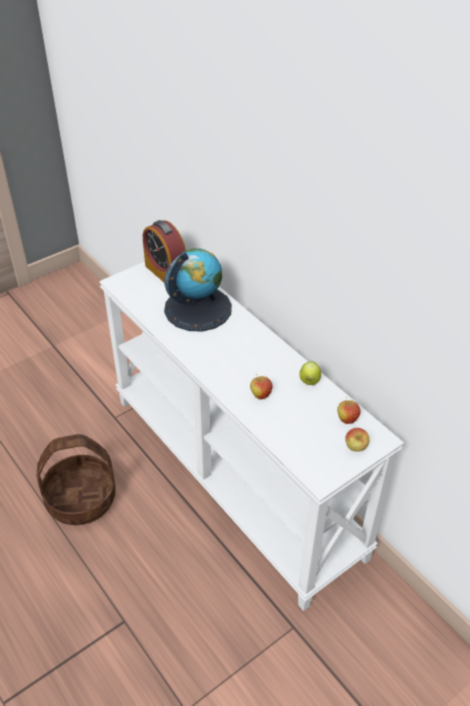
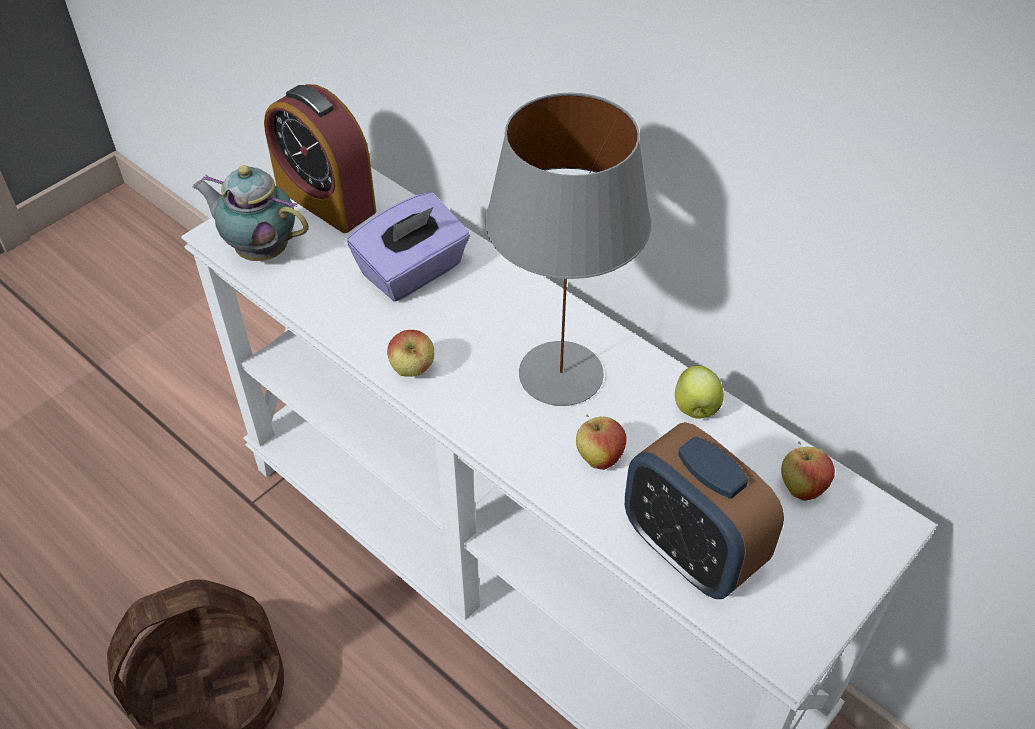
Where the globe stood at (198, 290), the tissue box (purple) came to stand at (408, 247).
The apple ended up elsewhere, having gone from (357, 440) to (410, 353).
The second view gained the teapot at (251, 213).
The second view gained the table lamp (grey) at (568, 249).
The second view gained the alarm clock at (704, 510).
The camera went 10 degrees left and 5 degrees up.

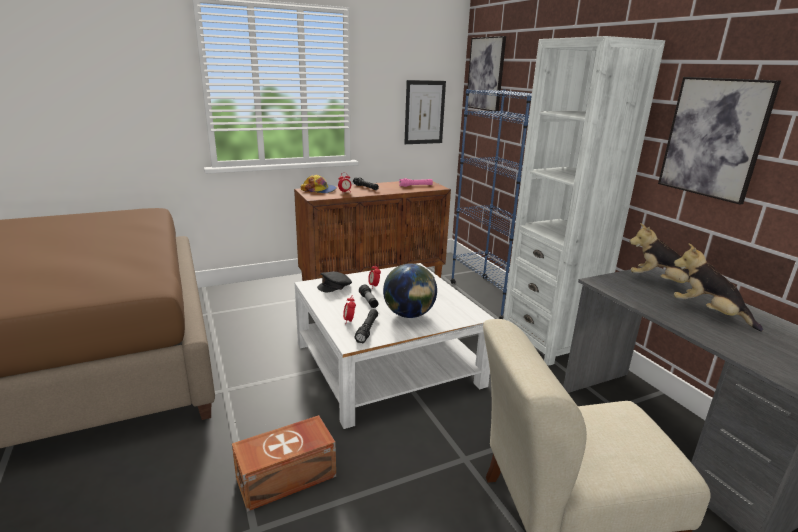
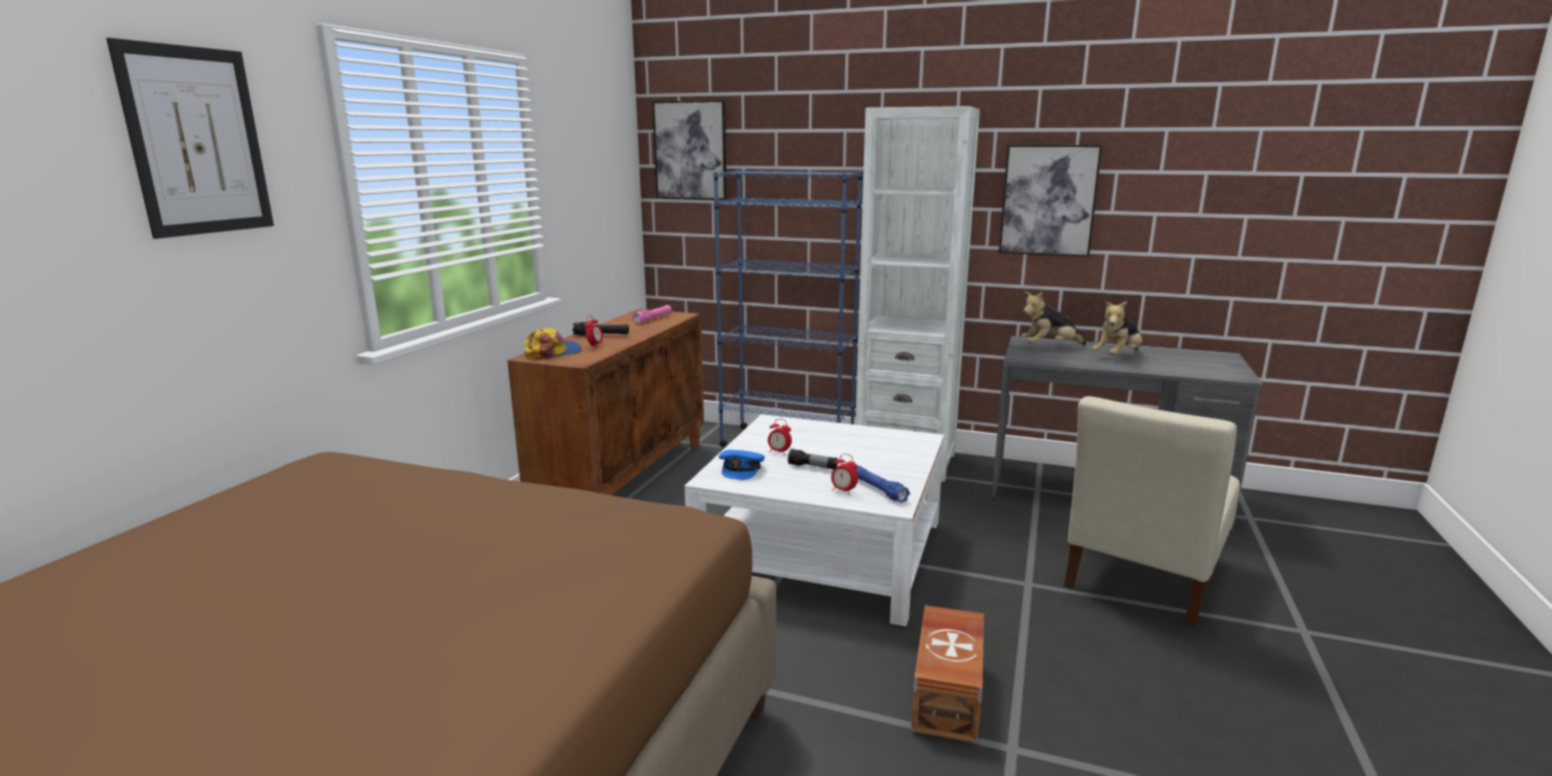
What was the cap (black) at (334, 282) turned into the cap (blue) at (742, 465).
What was the flashlight (black) at (366, 326) turned into the flashlight (blue) at (882, 484).
The second view lost the globe at (410, 291).
The picture ended up elsewhere, having gone from (425, 112) to (190, 138).
The plush toy at (718, 287) ended up facing another way, 45 degrees counterclockwise from before.
The camera went 45 degrees left and 5 degrees down.

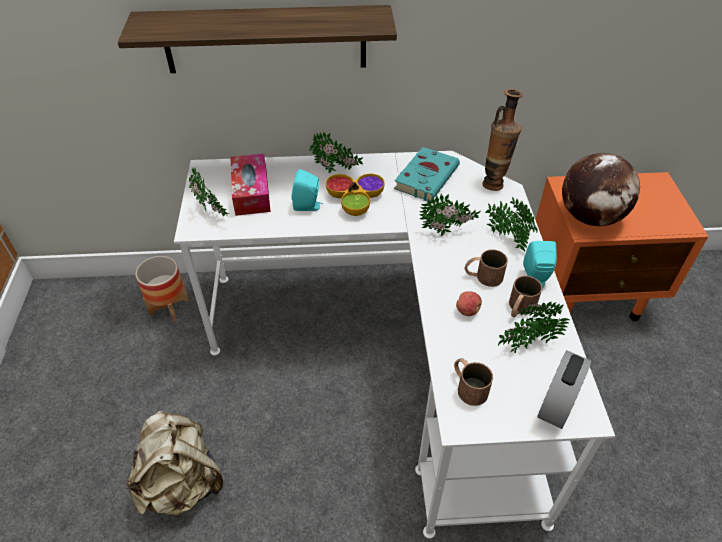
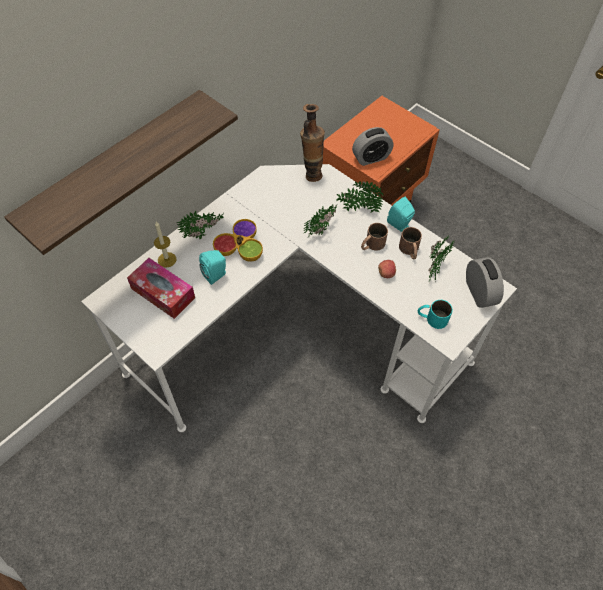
The second view lost the backpack (beige) at (174, 463).
The second view lost the planter at (162, 288).
The second view lost the potted plant at (209, 191).
The second view lost the book (turquoise) at (427, 174).
What was the mug (brown) at (473, 382) turned into the mug (turquoise) at (435, 314).
Where the globe stood at (601, 189), the alarm clock came to stand at (372, 146).
The second view gained the candle at (165, 245).
The camera went 45 degrees left and 10 degrees up.

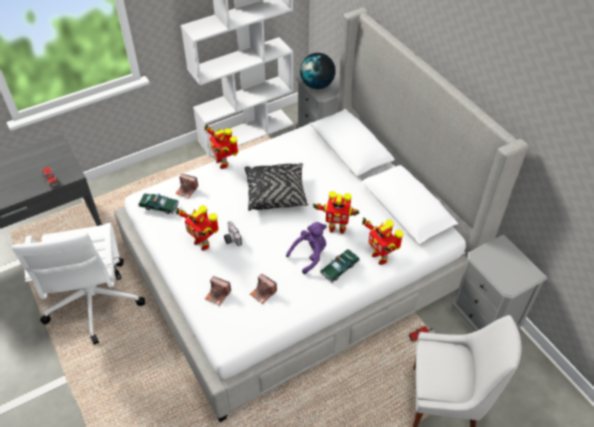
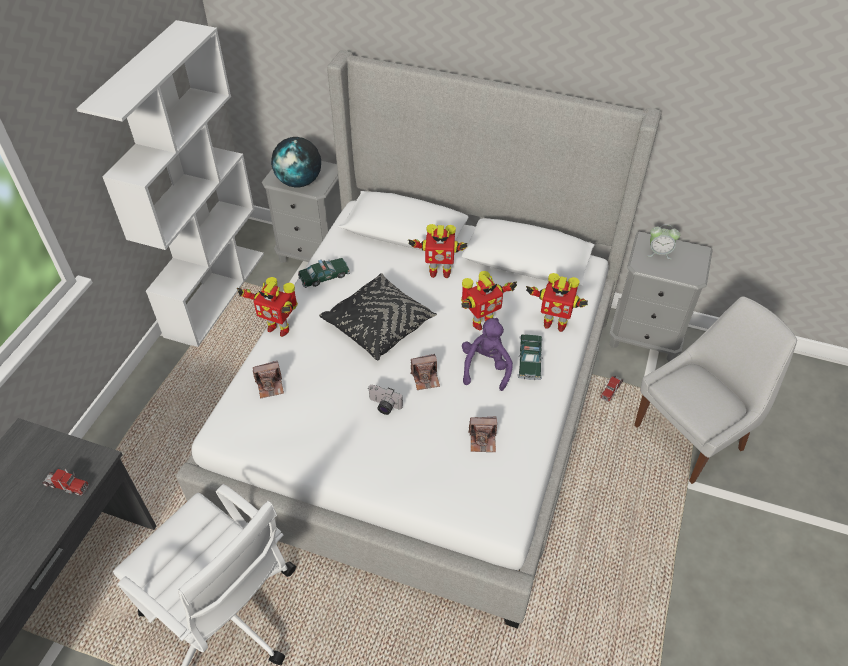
The toy car ended up elsewhere, having gone from (158, 203) to (324, 273).
The toy robot ended up elsewhere, having gone from (197, 228) to (437, 251).
The photo camera ended up elsewhere, having gone from (218, 291) to (425, 372).
The second view gained the alarm clock at (663, 241).
The camera went 40 degrees left and 0 degrees up.

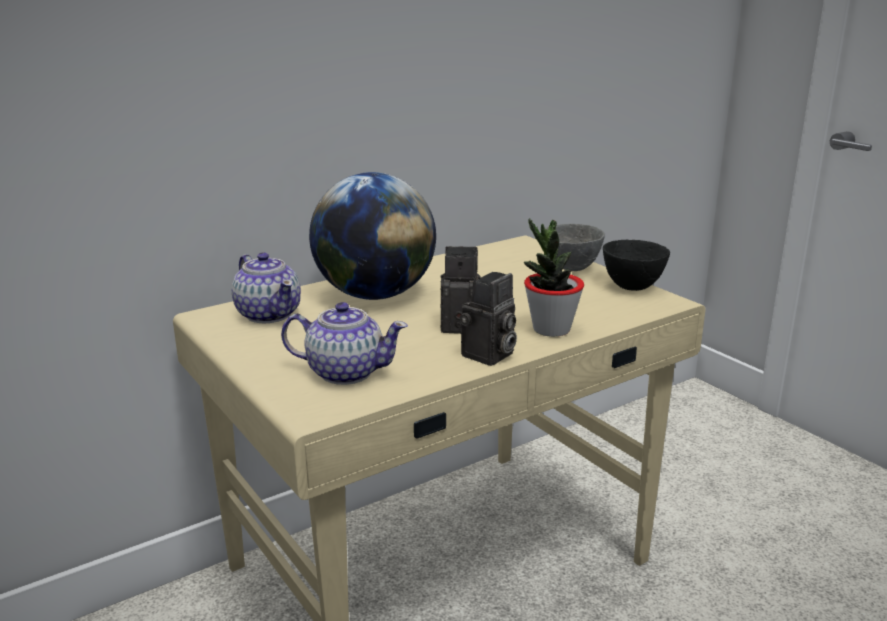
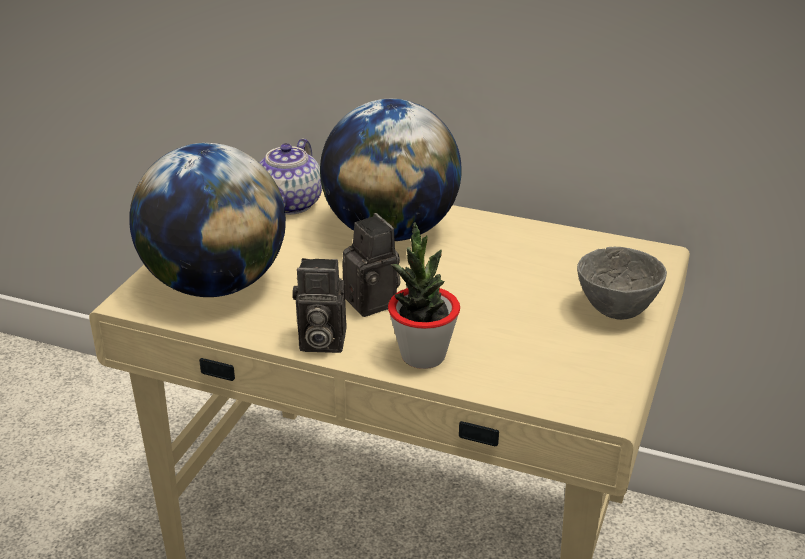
Where the teapot stood at (344, 343), the globe came to stand at (207, 220).
The second view lost the bowl (black) at (636, 265).
The camera went 55 degrees right and 10 degrees up.

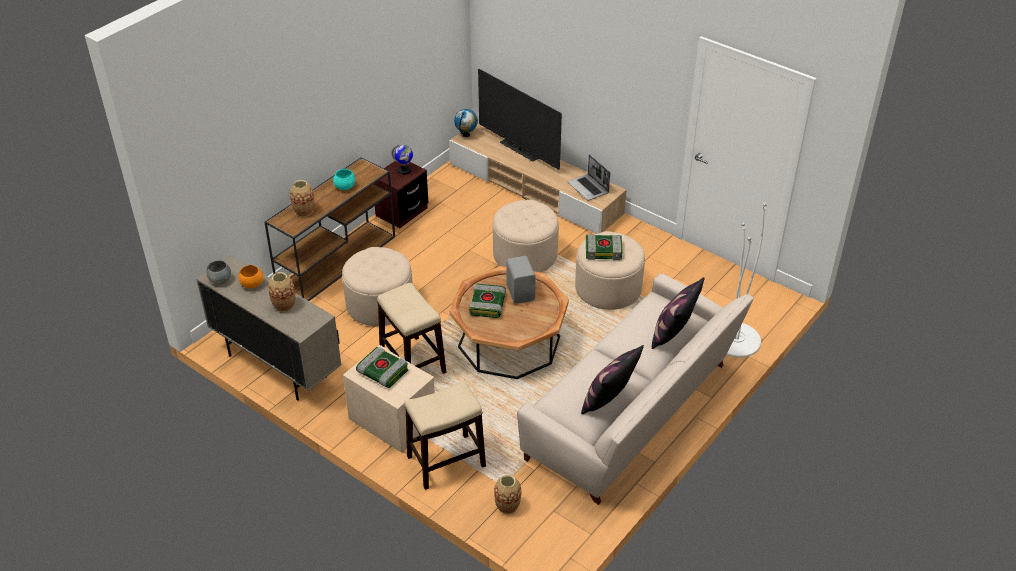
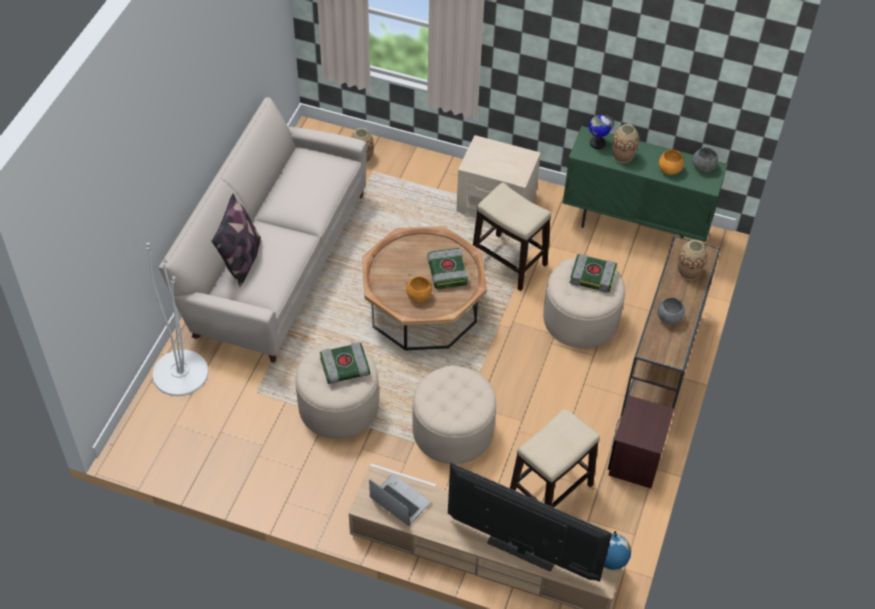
What was the cabinet (beige) at (269, 328) turned into the cabinet (green) at (645, 184).
What was the bowl (turquoise) at (344, 179) turned into the bowl (grey) at (671, 311).
The book ended up elsewhere, having gone from (382, 367) to (593, 273).
The globe ended up elsewhere, having gone from (402, 159) to (601, 132).
The stool ended up elsewhere, having gone from (445, 435) to (555, 458).
Where the speaker (grey) stood at (521, 280), the bowl (orange) came to stand at (419, 289).
The second view lost the pillow at (612, 379).
The camera went 160 degrees right and 10 degrees up.

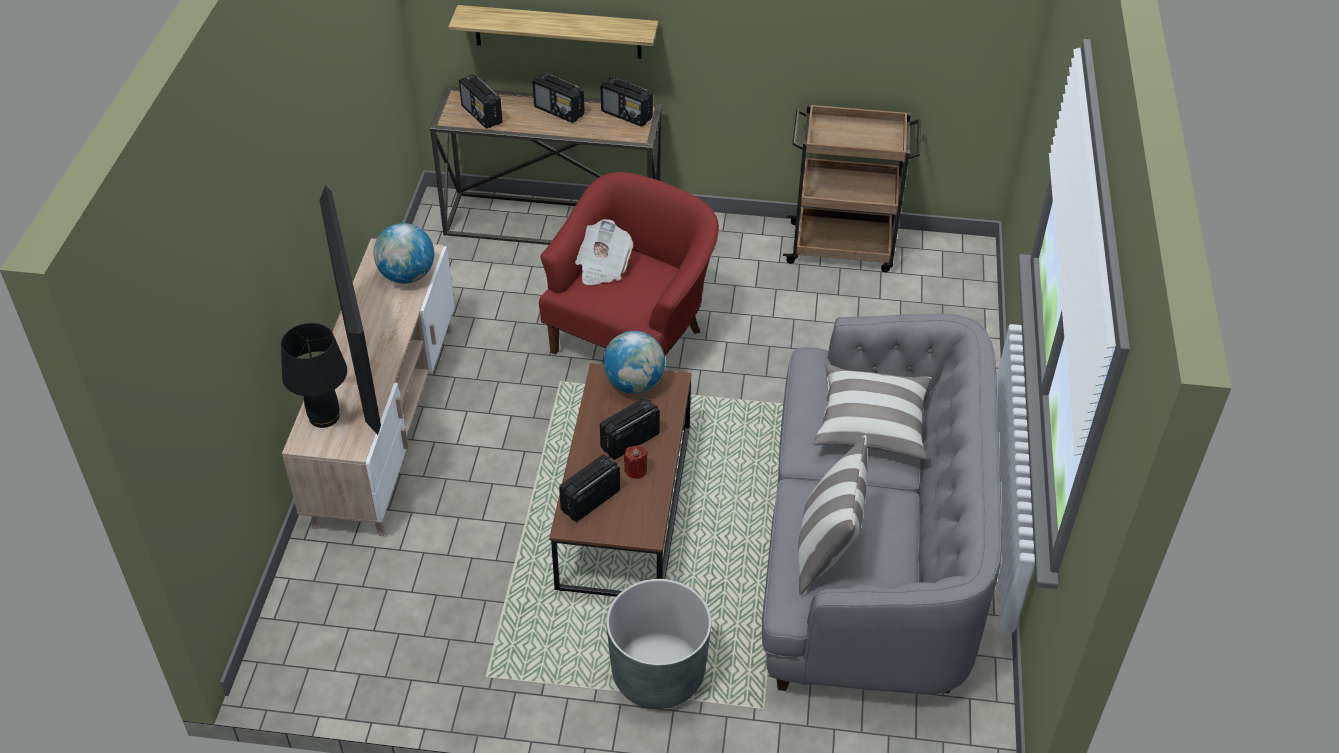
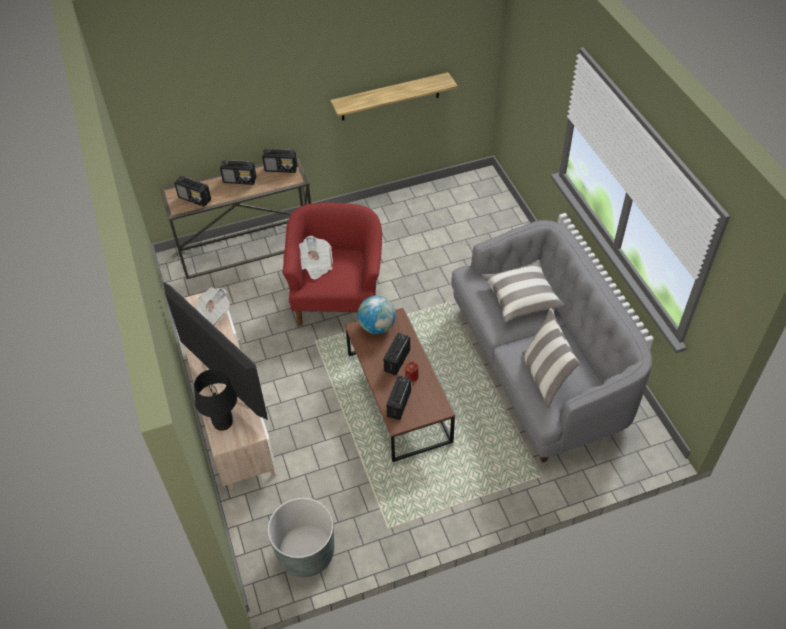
Where the globe stood at (403, 253), the newspaper came to stand at (212, 306).
The shelf ended up elsewhere, having gone from (553, 32) to (394, 96).
The planter (grey) ended up elsewhere, having gone from (658, 644) to (301, 537).
The second view lost the cart (brown) at (852, 188).
The camera went 25 degrees left and 5 degrees up.

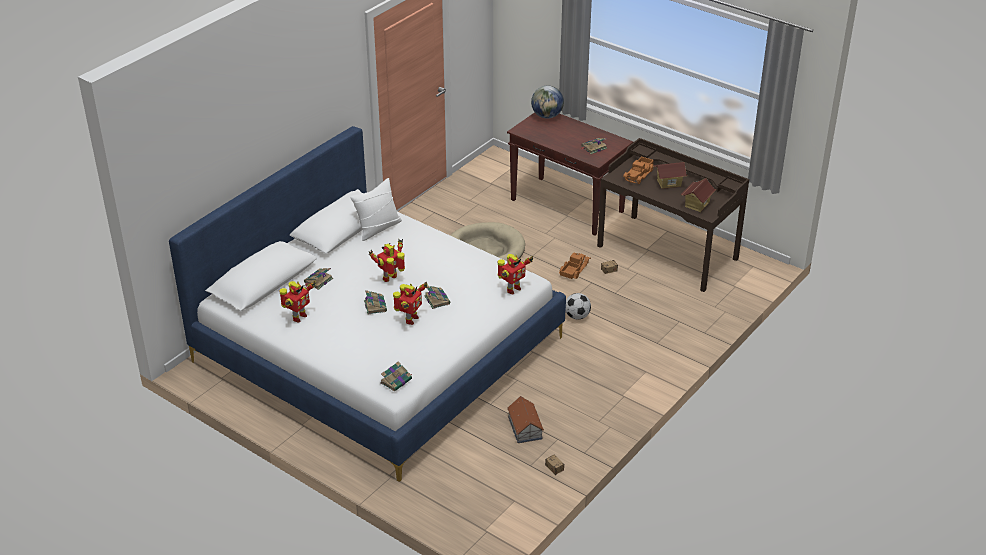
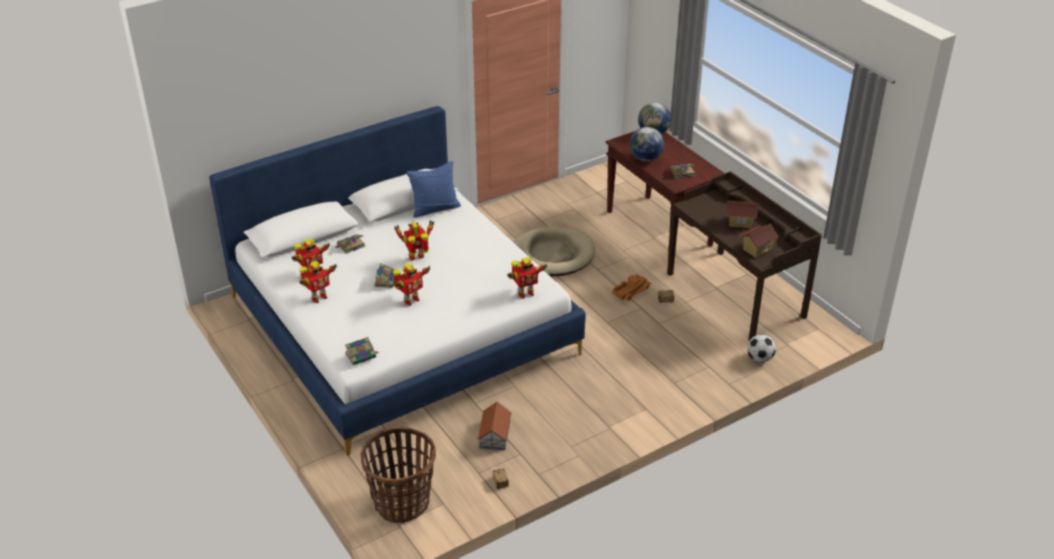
What was the pillow (white) at (376, 209) turned into the pillow (blue) at (433, 189).
The second view lost the book at (437, 297).
The football ended up elsewhere, having gone from (578, 306) to (761, 348).
The second view lost the toy truck at (638, 170).
The second view gained the toy robot at (318, 282).
The second view gained the basket at (398, 475).
The second view gained the globe at (647, 144).
The camera went 20 degrees right and 0 degrees up.

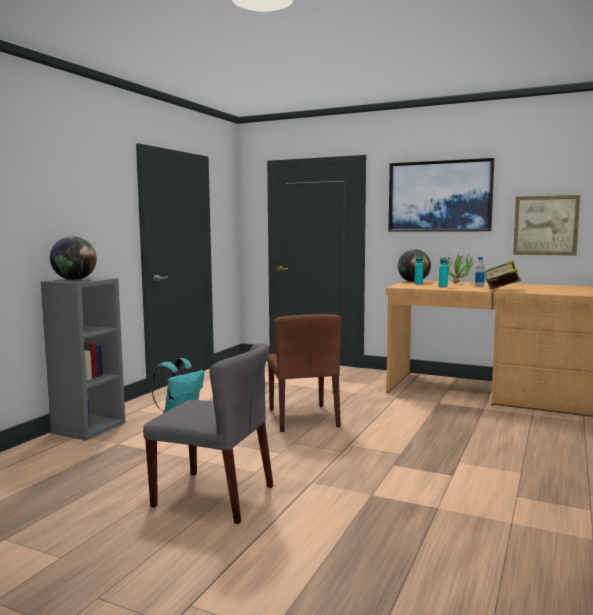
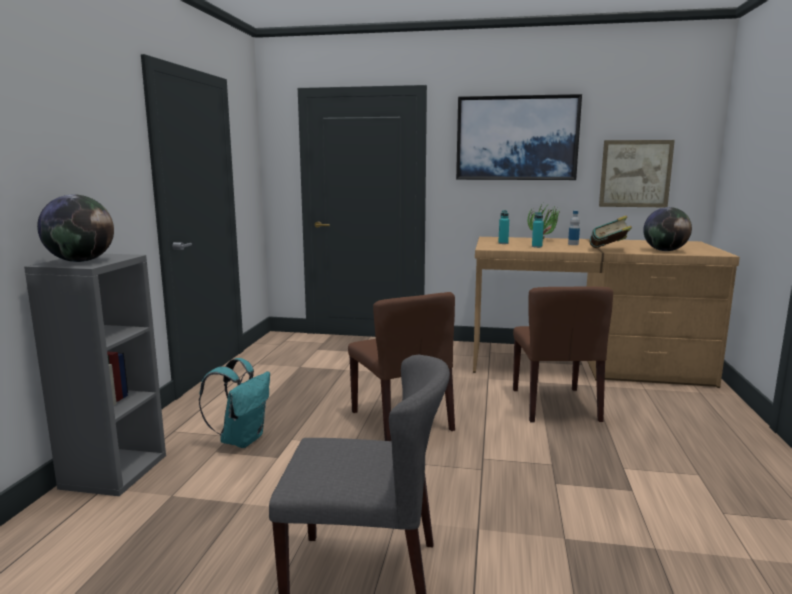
The globe ended up elsewhere, having gone from (414, 265) to (667, 229).
The second view gained the chair (brown) at (563, 354).
The camera went 15 degrees left and 5 degrees up.

